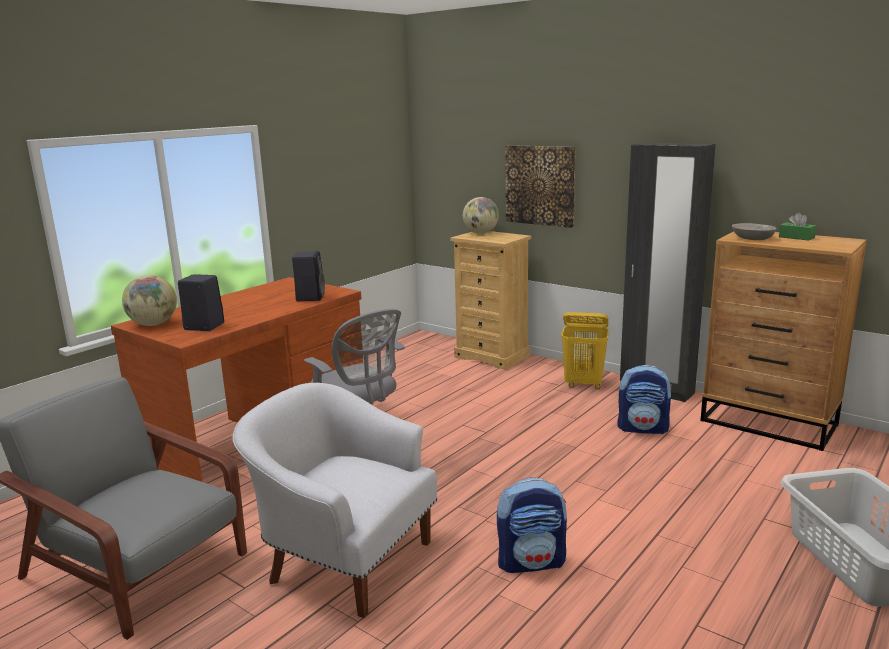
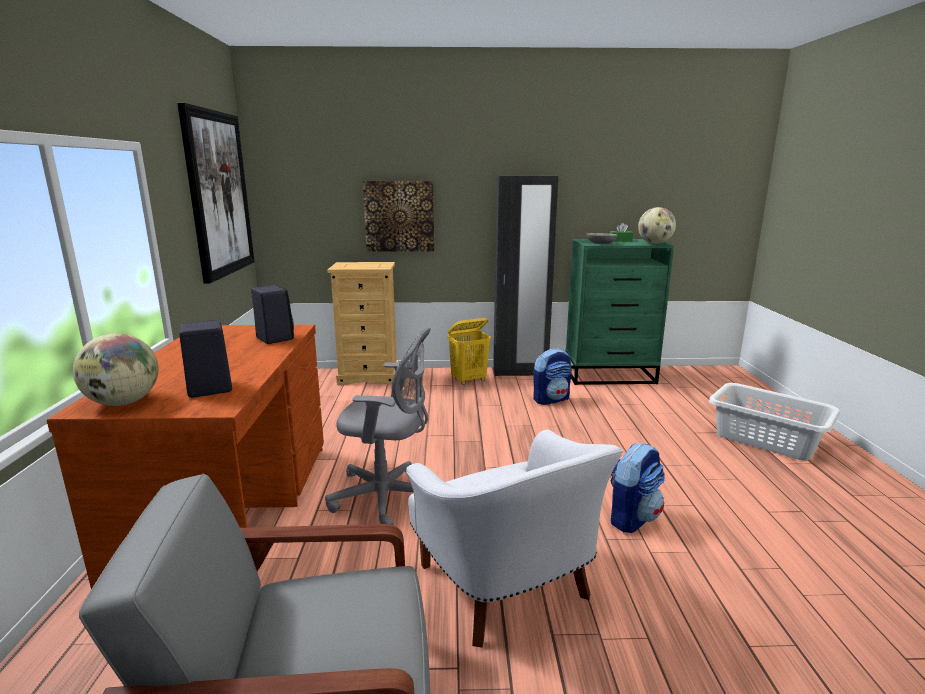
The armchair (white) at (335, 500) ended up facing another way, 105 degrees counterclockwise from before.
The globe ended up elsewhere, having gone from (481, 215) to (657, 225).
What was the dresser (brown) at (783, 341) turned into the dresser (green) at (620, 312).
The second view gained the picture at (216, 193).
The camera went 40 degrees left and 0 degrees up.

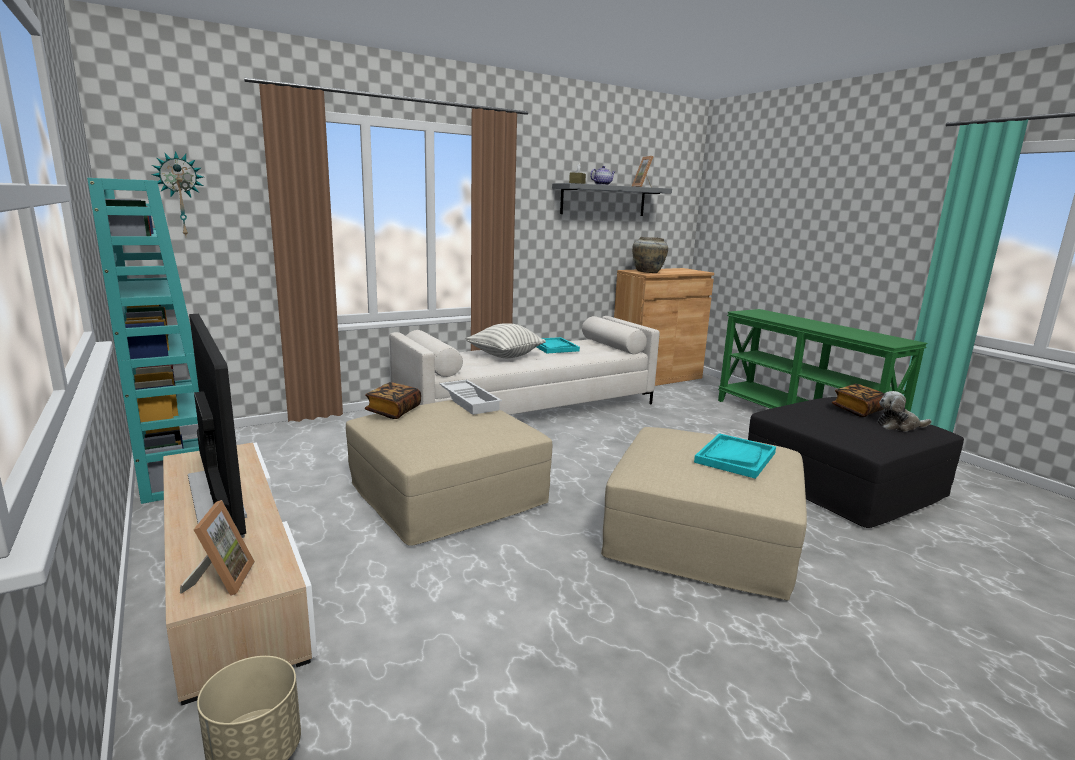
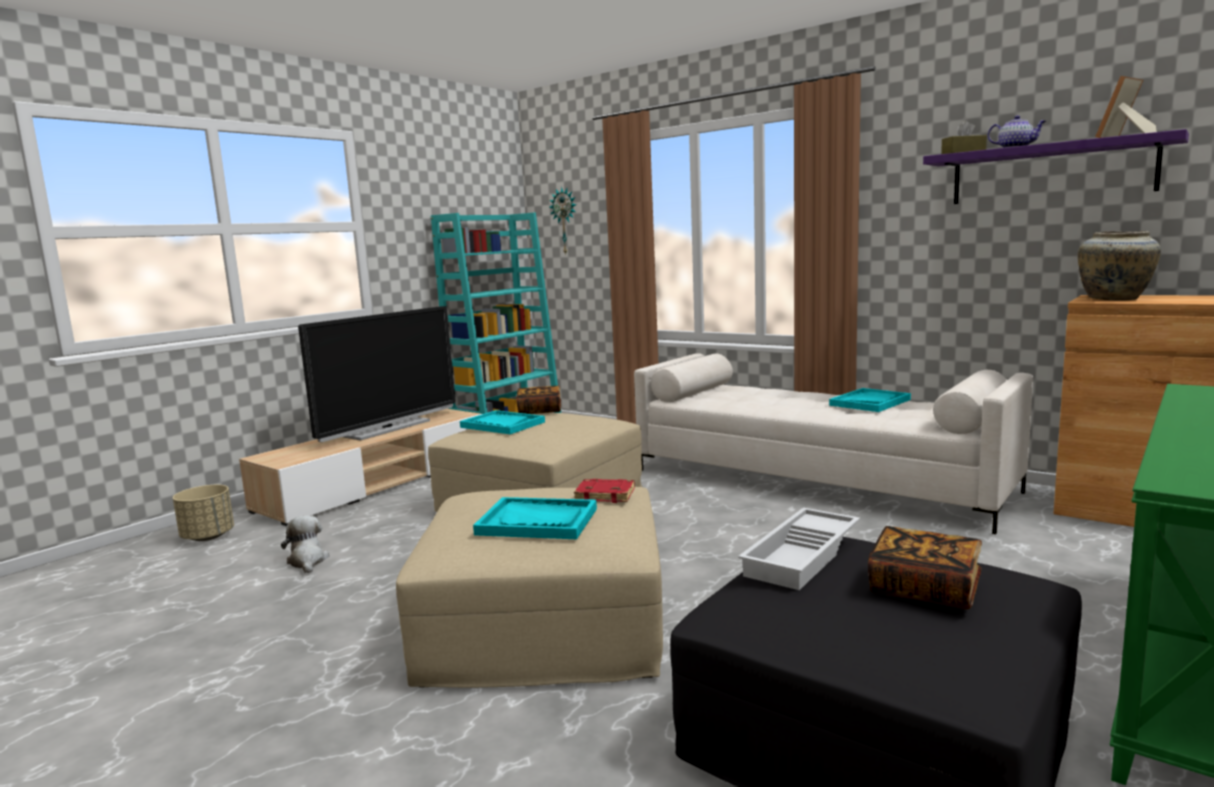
The second view lost the picture frame at (217, 548).
The tray (white) ended up elsewhere, having gone from (470, 397) to (799, 549).
The second view lost the pillow at (505, 340).
What was the shelf (grey) at (612, 199) turned into the shelf (purple) at (1056, 166).
The plush toy ended up elsewhere, having gone from (904, 411) to (305, 544).
The second view gained the tray (turquoise) at (502, 422).
The second view gained the book (red) at (604, 491).
The camera went 70 degrees right and 5 degrees down.

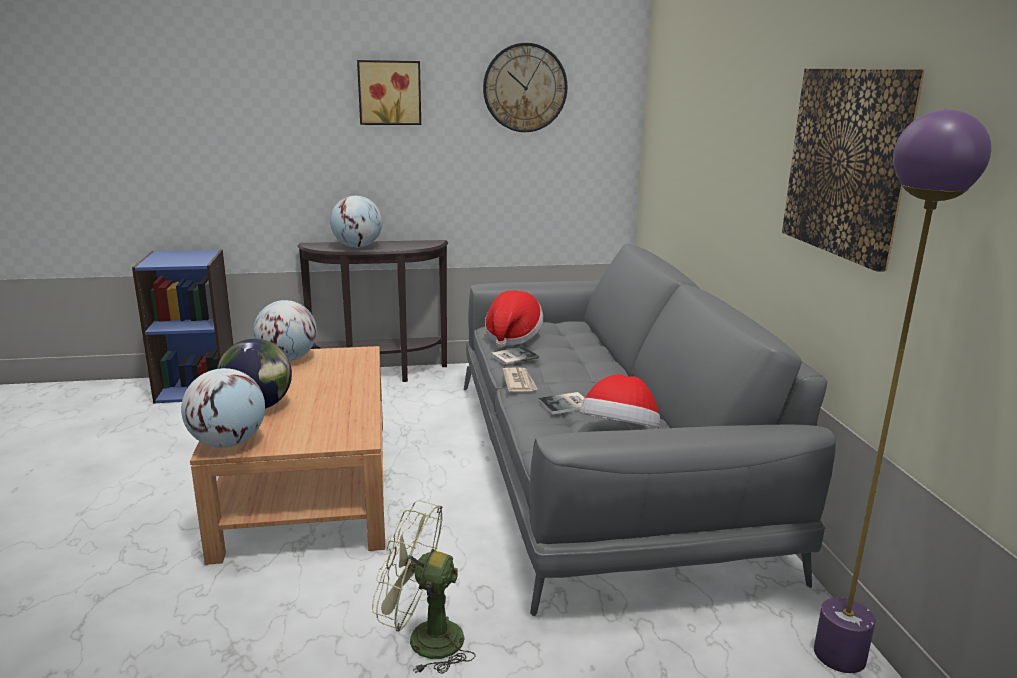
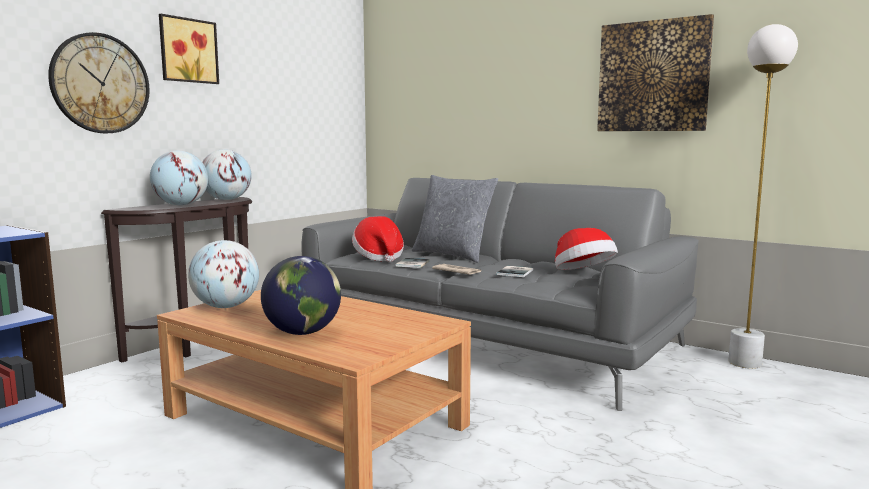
The globe ended up elsewhere, having gone from (223, 408) to (227, 174).
The second view lost the fan (green) at (424, 587).
The wall clock ended up elsewhere, having gone from (525, 87) to (99, 82).
What was the floor lamp (purple) at (902, 391) turned into the floor lamp (white) at (763, 196).
The second view gained the pillow (grey) at (455, 219).
The camera went 45 degrees left and 10 degrees down.

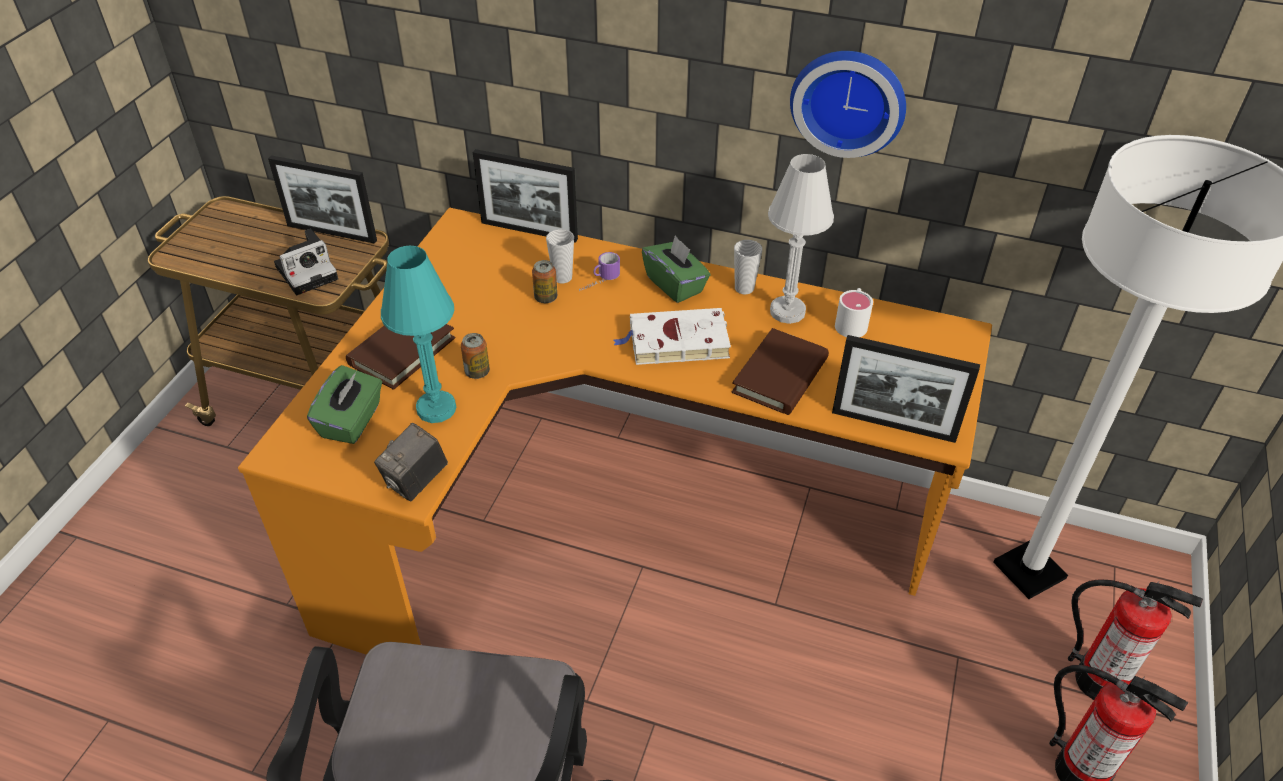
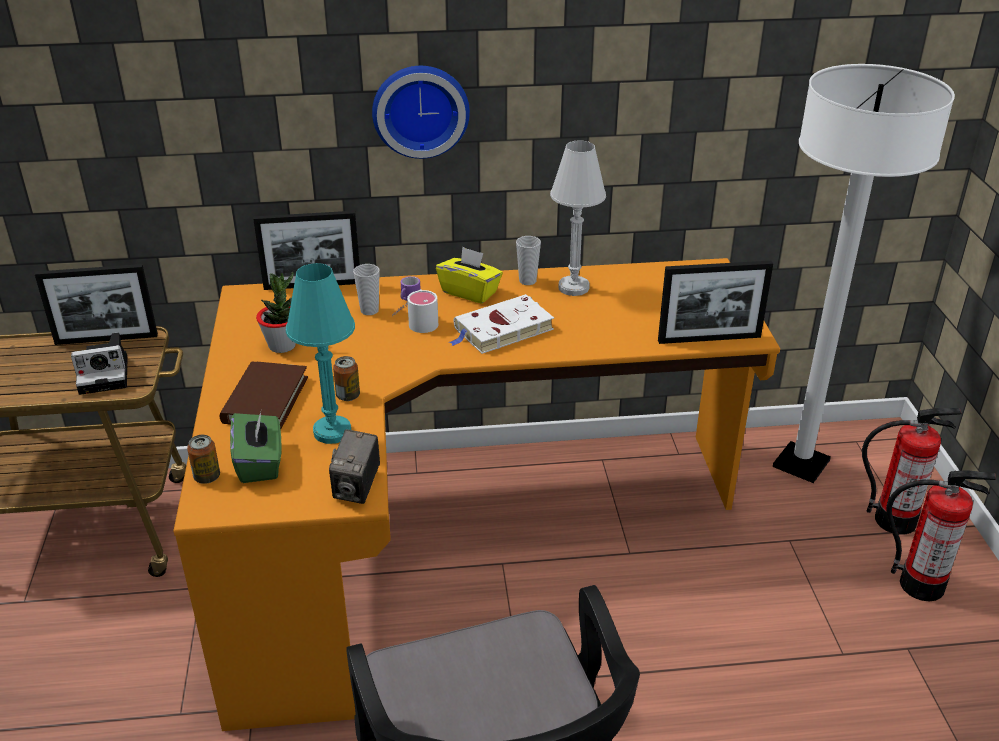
The photo camera at (306, 262) ended up facing another way, 45 degrees clockwise from before.
The can ended up elsewhere, having gone from (544, 281) to (203, 459).
What was the tissue box (green) at (676, 269) turned into the tissue box (yellow) at (469, 275).
The second view lost the book (brown) at (780, 371).
The wall clock ended up elsewhere, having gone from (848, 104) to (421, 112).
The mug (white) ended up elsewhere, having gone from (854, 312) to (422, 311).
The second view gained the potted plant at (276, 312).
The camera went 25 degrees left and 10 degrees down.

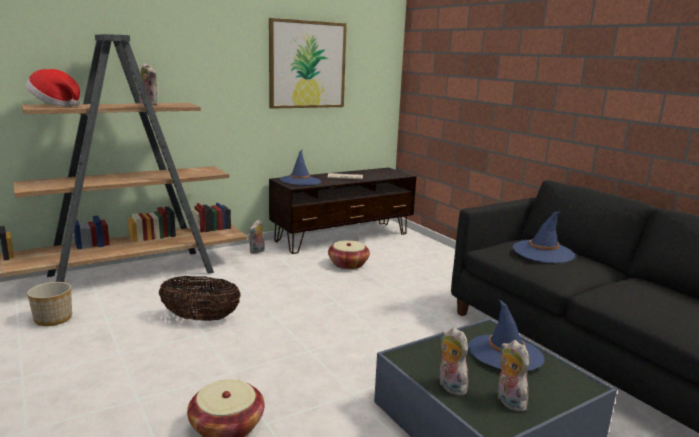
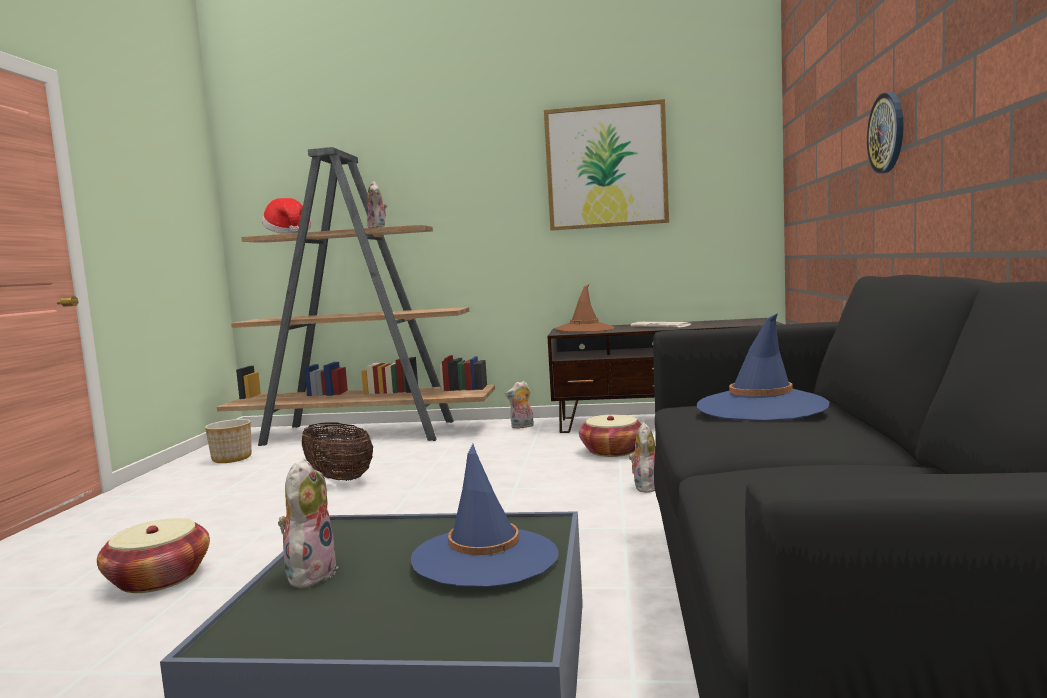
What was the hat (blue) at (300, 167) turned into the hat (brown) at (585, 308).
The plush toy ended up elsewhere, having gone from (513, 376) to (642, 458).
The second view gained the wall clock at (885, 133).
The camera went 40 degrees right and 10 degrees down.

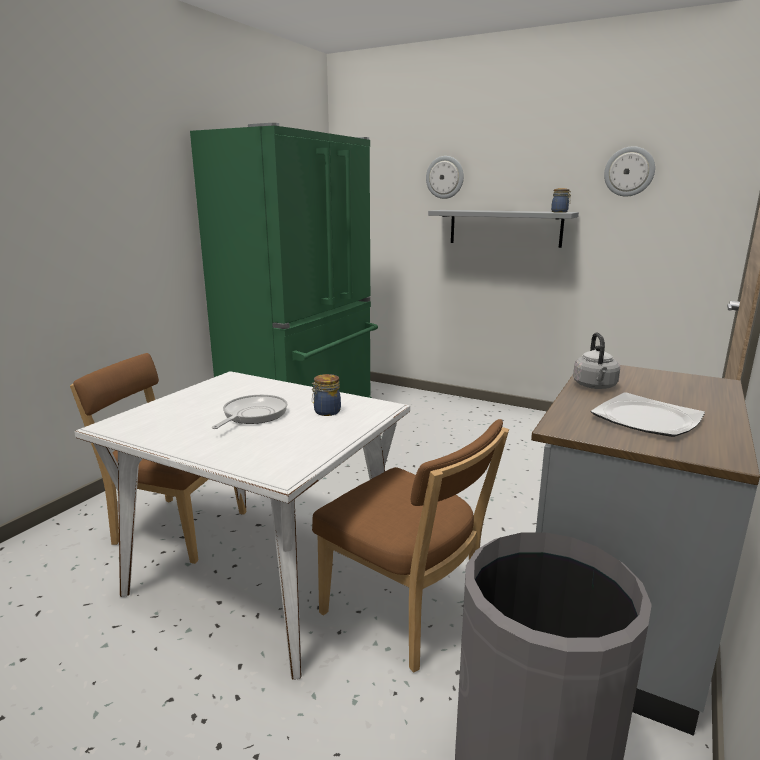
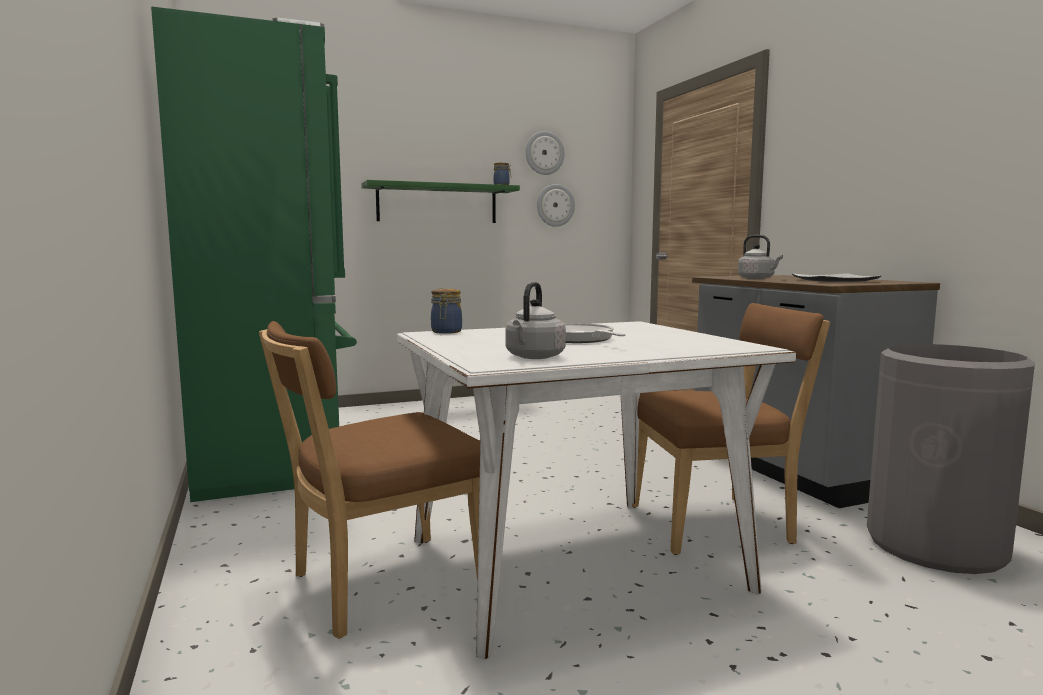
The jar ended up elsewhere, having gone from (326, 395) to (446, 311).
The wall clock ended up elsewhere, having gone from (445, 177) to (556, 205).
What was the shelf (grey) at (503, 229) turned into the shelf (green) at (440, 201).
The second view gained the kettle (grey) at (536, 320).
The camera went 50 degrees left and 10 degrees down.

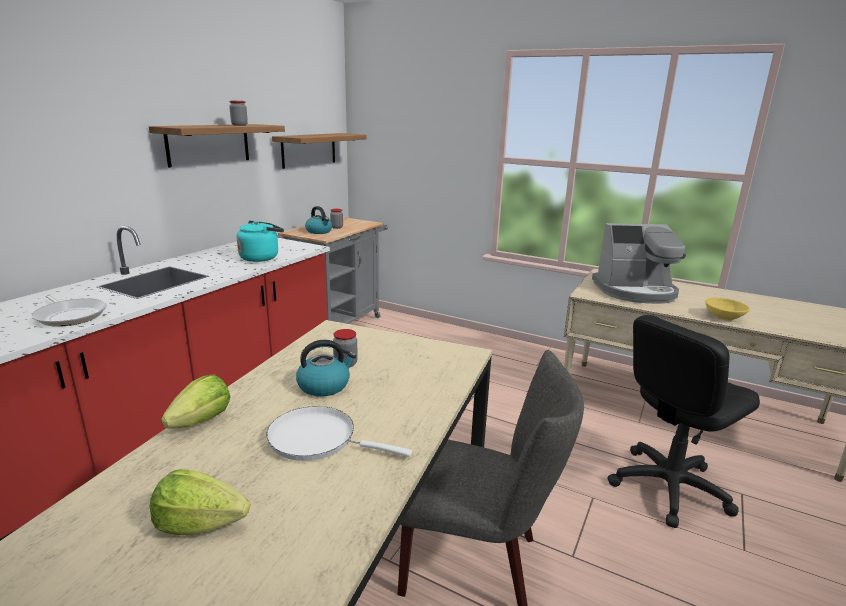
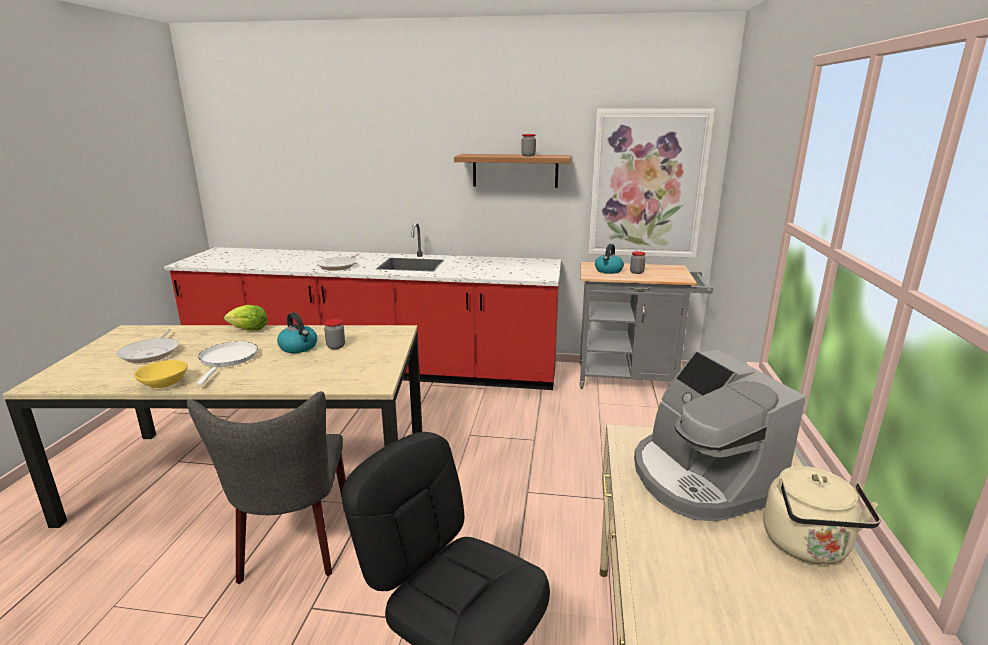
Where the lettuce stood at (200, 502), the frying pan came to stand at (147, 346).
The second view lost the kettle (turquoise) at (260, 241).
Where the shelf hung at (319, 151), the picture came to hang at (651, 183).
The bowl (yellow) ended up elsewhere, having gone from (727, 309) to (161, 374).
The second view gained the kettle (beige) at (822, 515).
The camera went 70 degrees right and 0 degrees up.

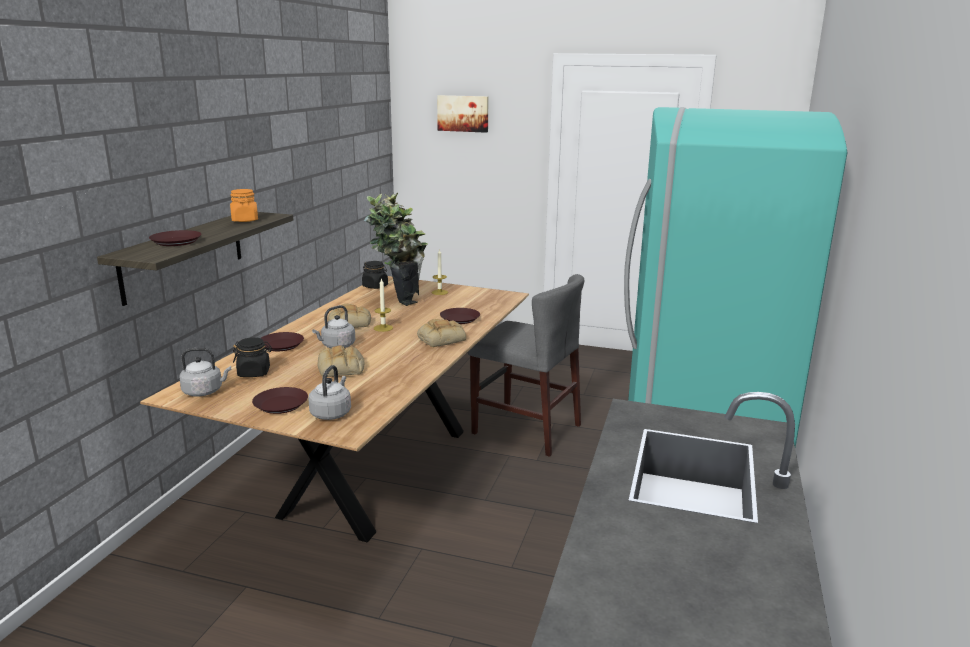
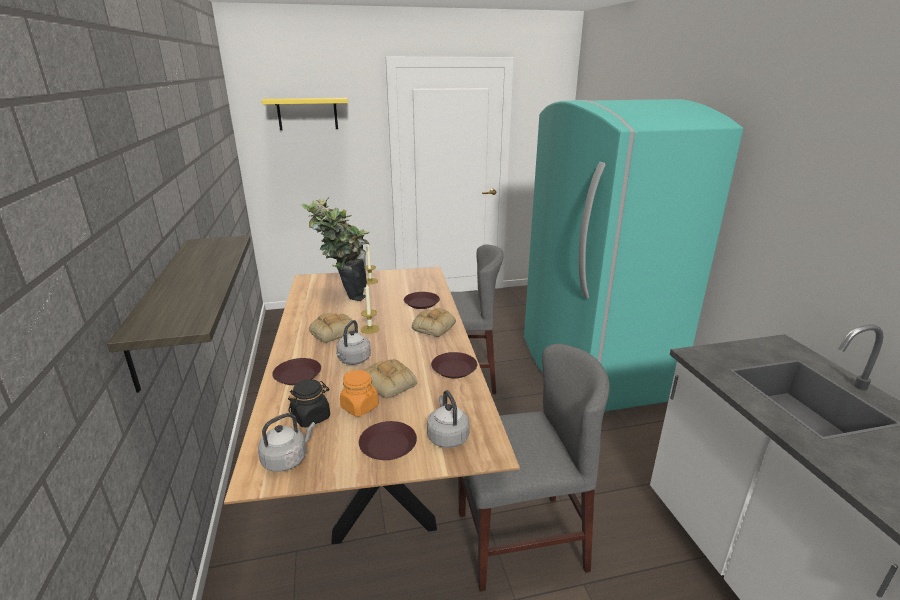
The plate (brown) ended up elsewhere, having gone from (175, 238) to (454, 365).
The jar (orange) ended up elsewhere, having gone from (244, 205) to (359, 393).
The second view lost the jar (black) at (375, 275).
Where the picture hung at (463, 114), the shelf (yellow) came to hang at (304, 114).
The second view gained the chair (grey) at (534, 468).
The camera went 30 degrees left and 5 degrees up.

